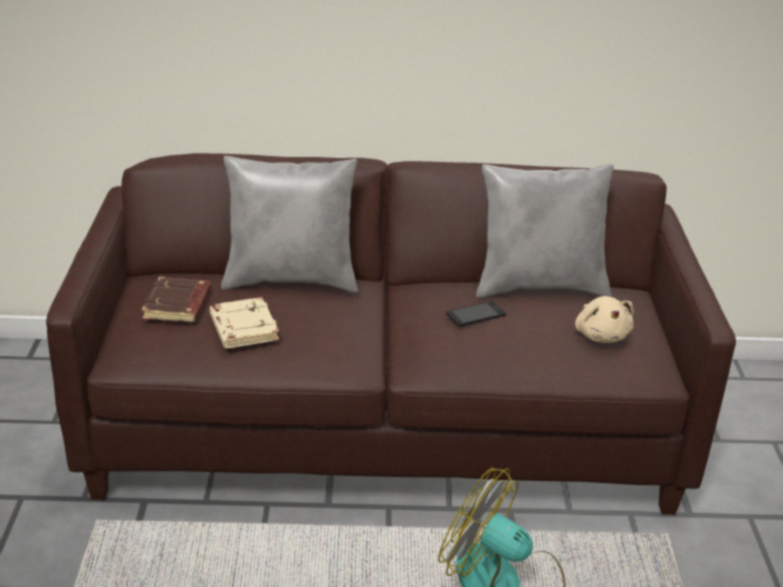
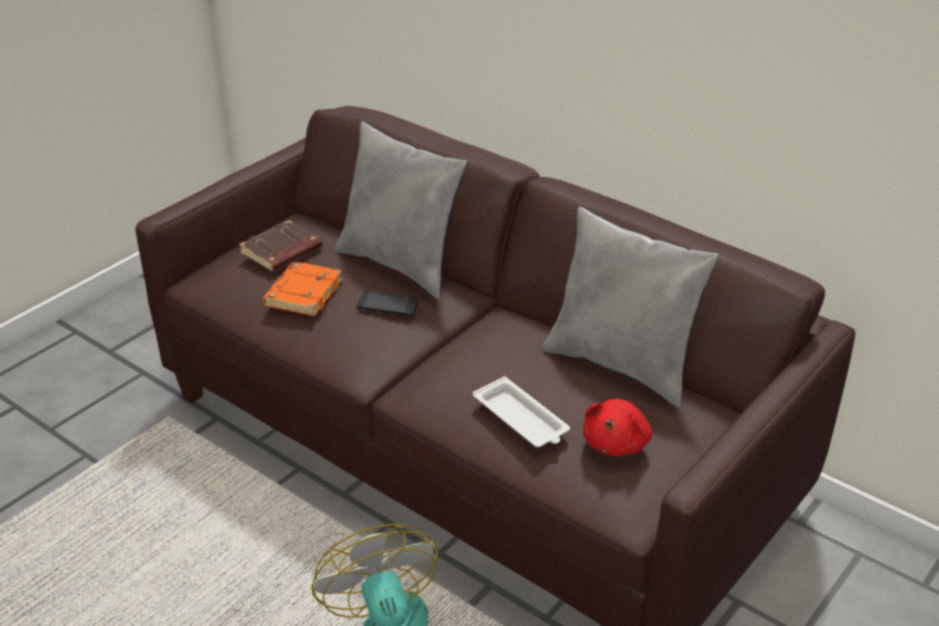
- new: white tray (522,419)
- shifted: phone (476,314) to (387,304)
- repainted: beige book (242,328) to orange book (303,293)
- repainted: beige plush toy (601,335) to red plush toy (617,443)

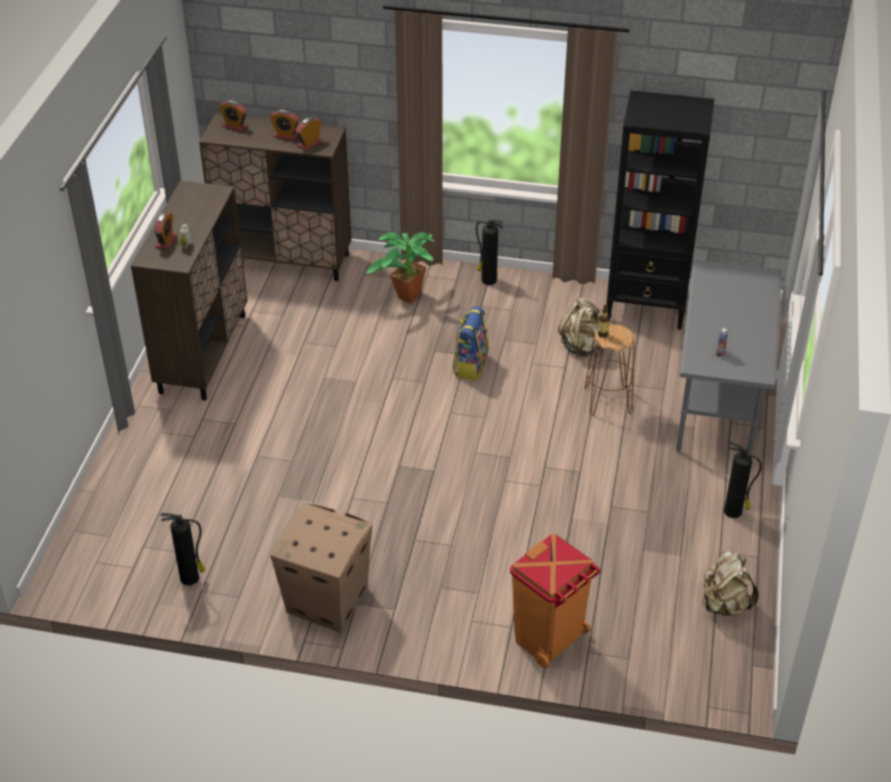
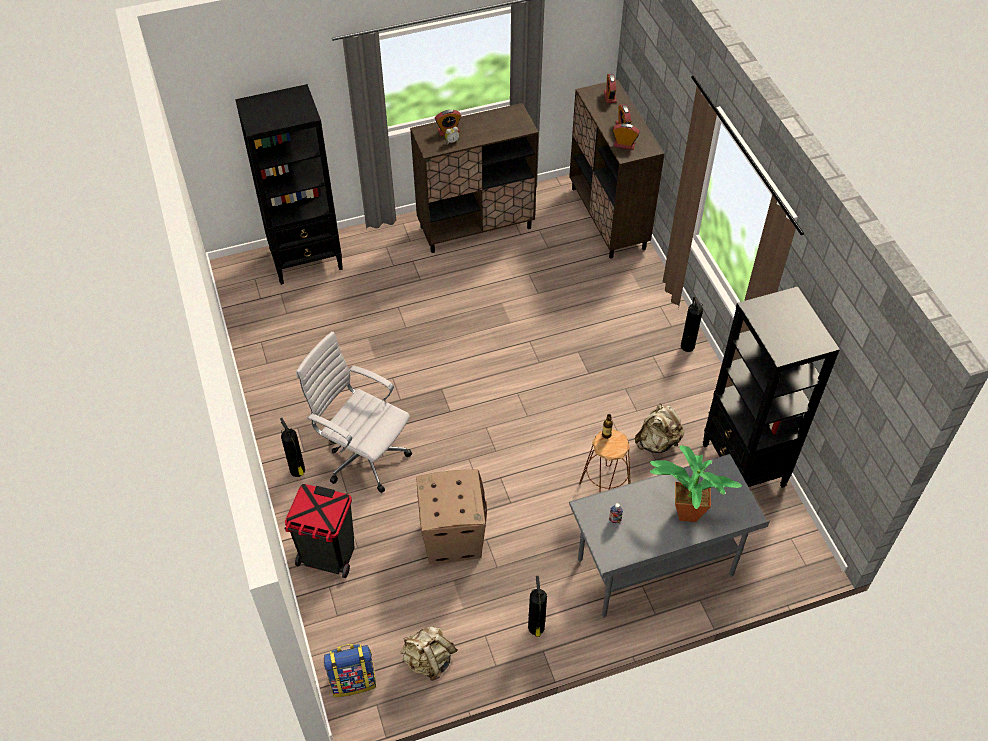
- new: black bookcase (307,260)
- new: white office chair (363,456)
- shifted: fire extinguisher (191,578) to (298,471)
- shifted: cardboard box (326,599) to (453,538)
- shifted: potted plant (404,298) to (683,511)
- shifted: backpack (470,365) to (353,680)
- repainted: orange trash can (549,638) to black trash can (328,556)

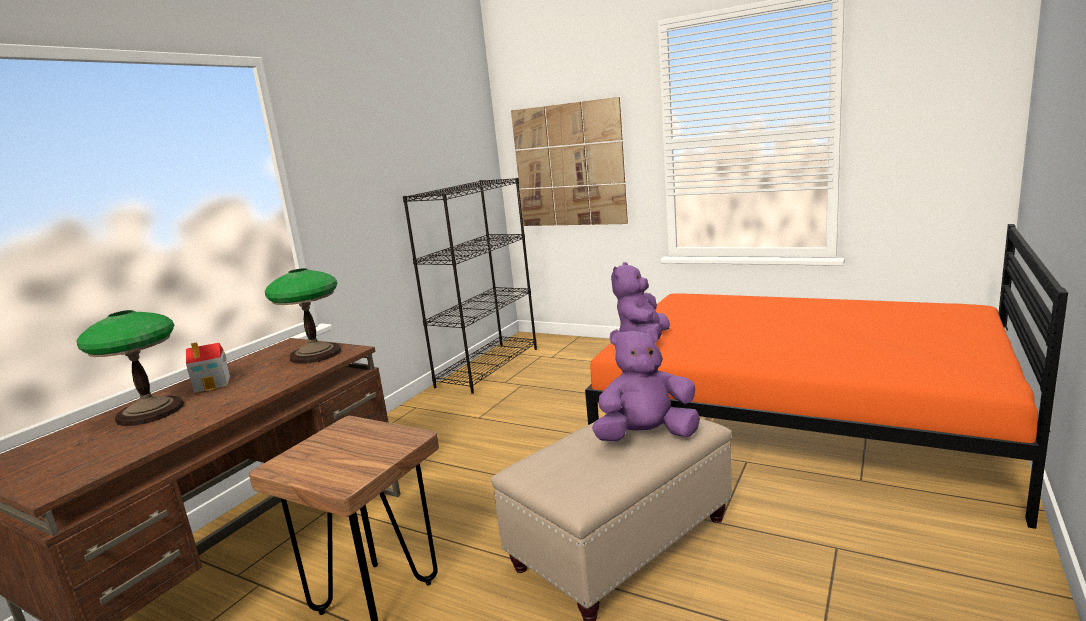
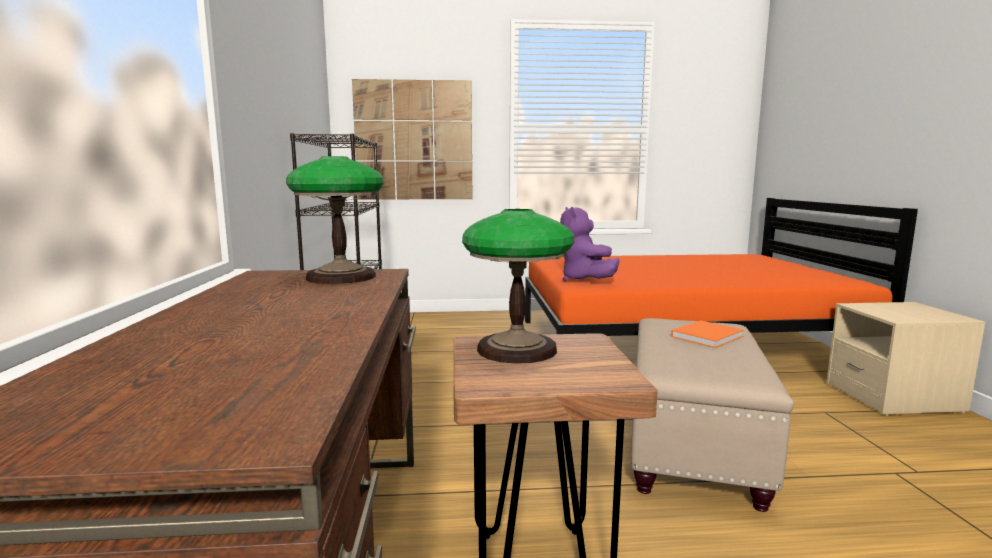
- gone: toy house (213,384)
- new: beige nightstand (893,398)
- shifted: table lamp (150,412) to (518,349)
- swapped: purple plush toy (646,436) to orange book (708,336)

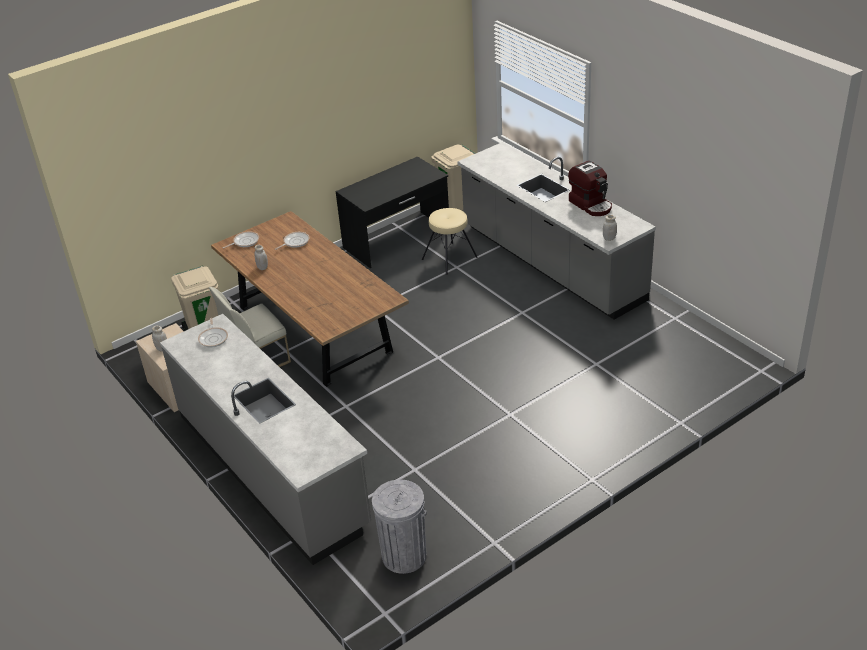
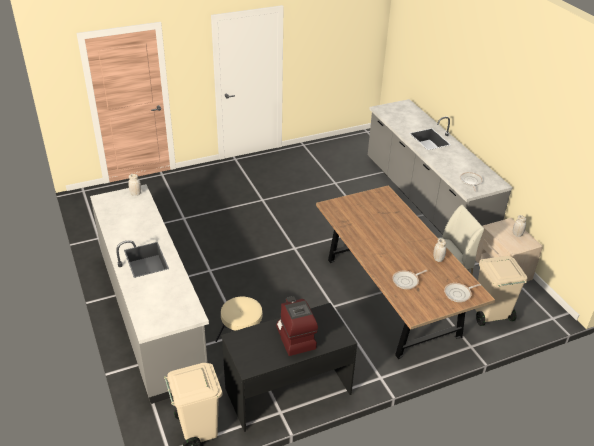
- gone: grey trash can (404,556)
- shifted: coffee machine (591,204) to (294,337)

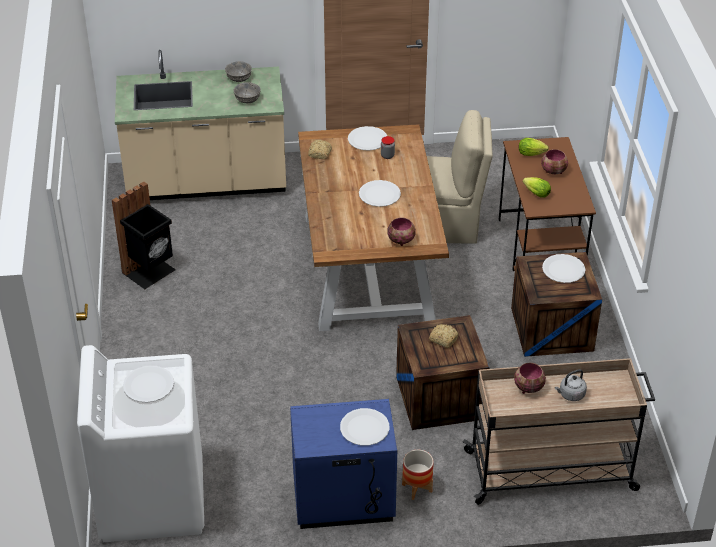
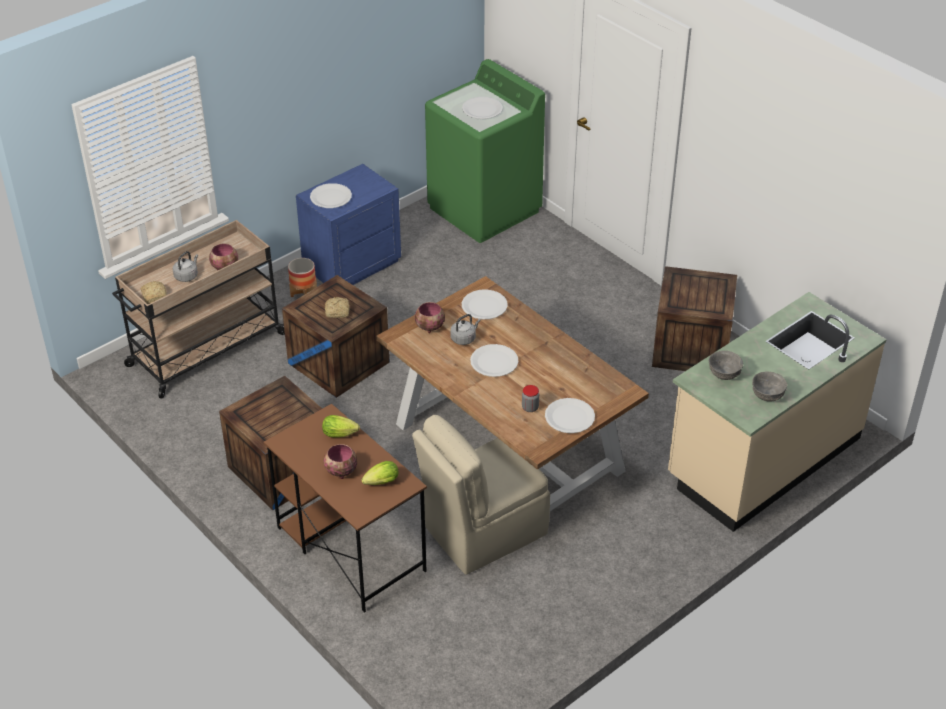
- new: grey kettle (464,338)
- shifted: bread (319,154) to (155,296)
- shifted: white plate (563,269) to (484,306)
- swapped: black trash can (150,272) to crate (690,348)
- repainted: white washing machine (151,499) to green washing machine (484,210)

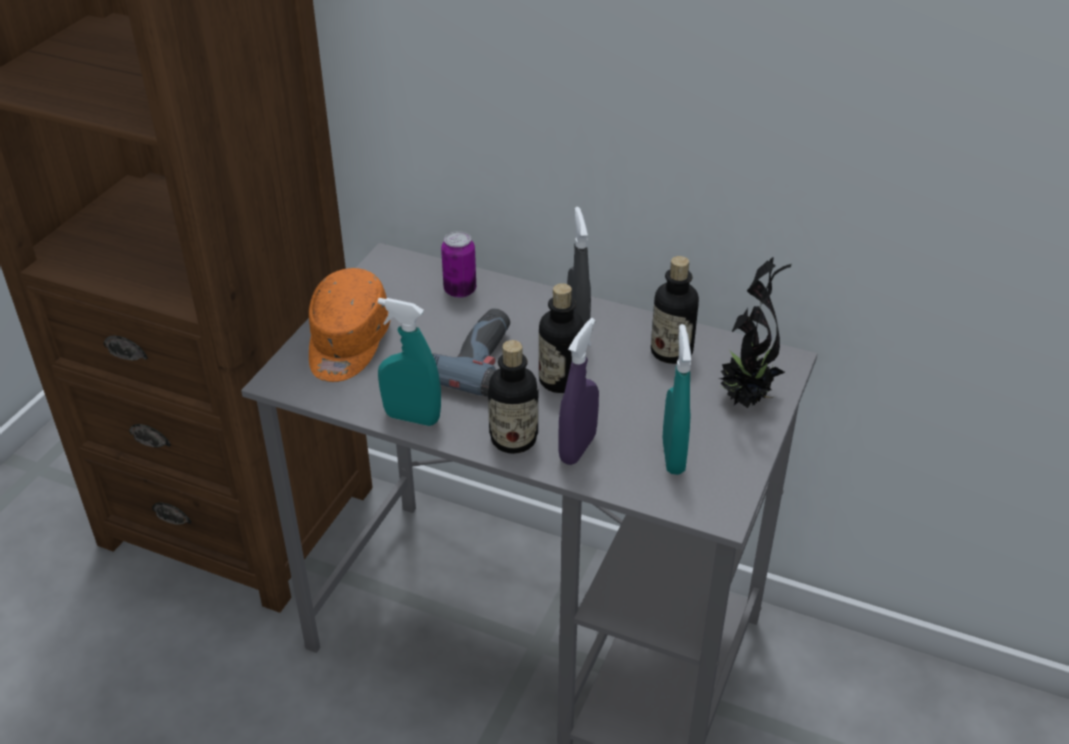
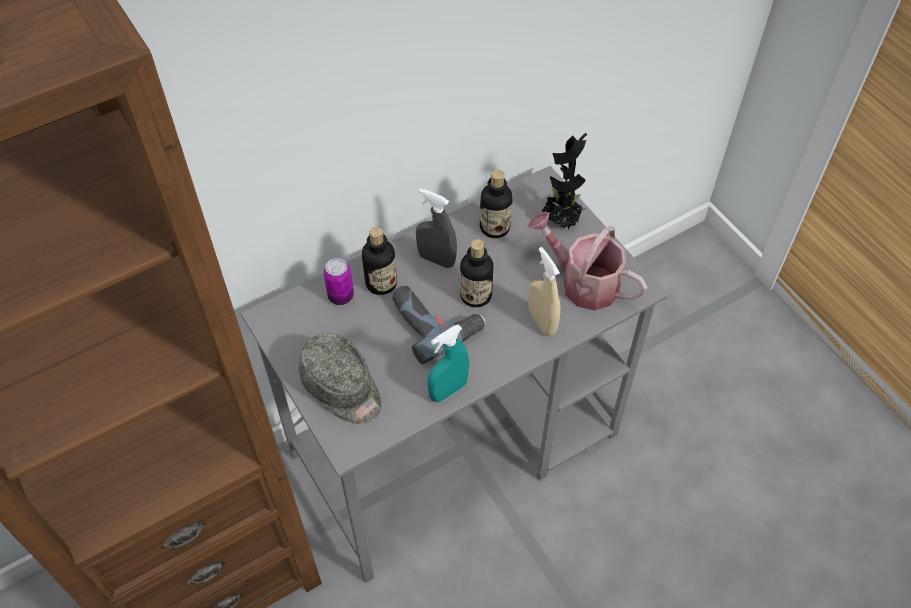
- shifted: bottle (513,439) to (381,283)
- swapped: turquoise spray bottle (673,456) to watering can (582,282)
- repainted: orange cap (347,344) to grey cap (342,388)
- repainted: purple spray bottle (577,448) to beige spray bottle (542,322)

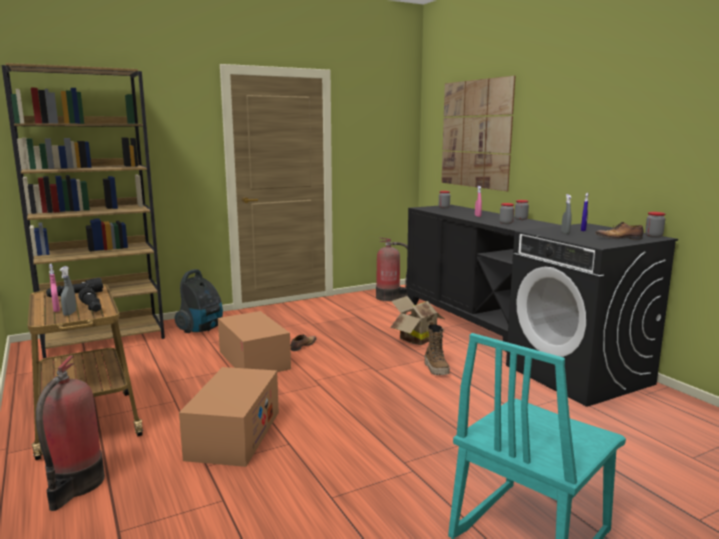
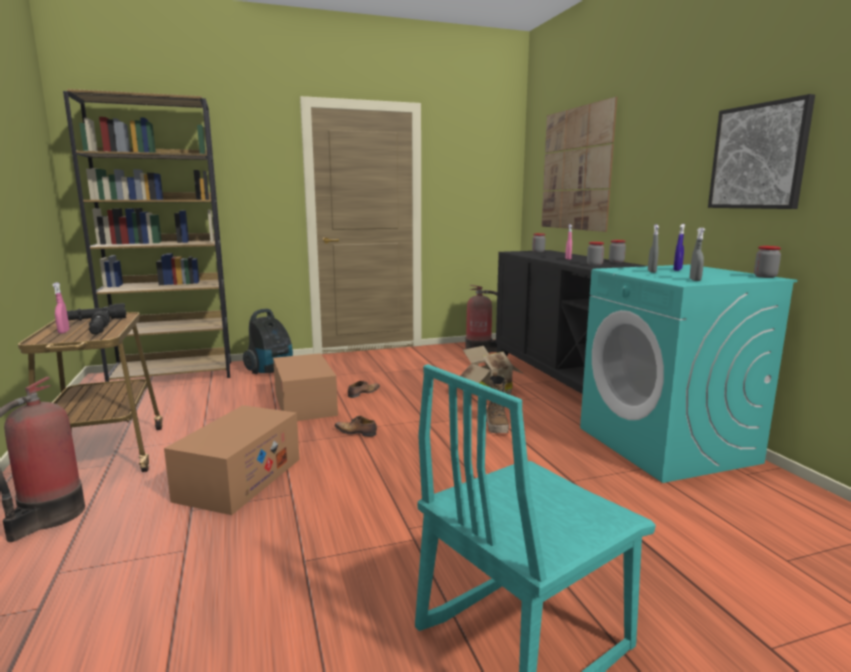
- new: picture (758,157)
- shifted: grey spray bottle (70,313) to (695,280)
- shifted: shoe (619,238) to (356,432)
- repainted: black washing machine (579,375) to turquoise washing machine (667,445)

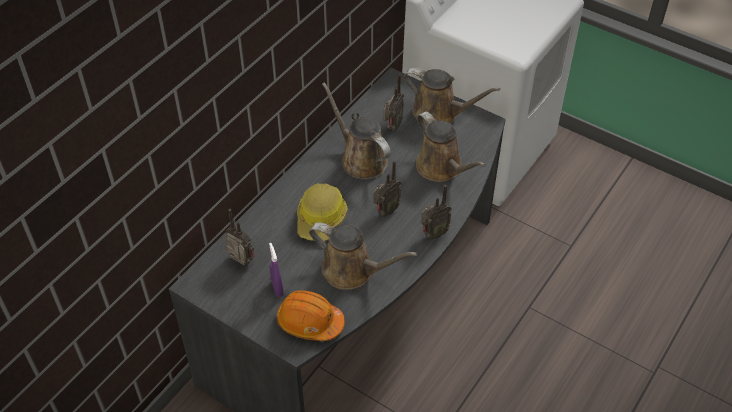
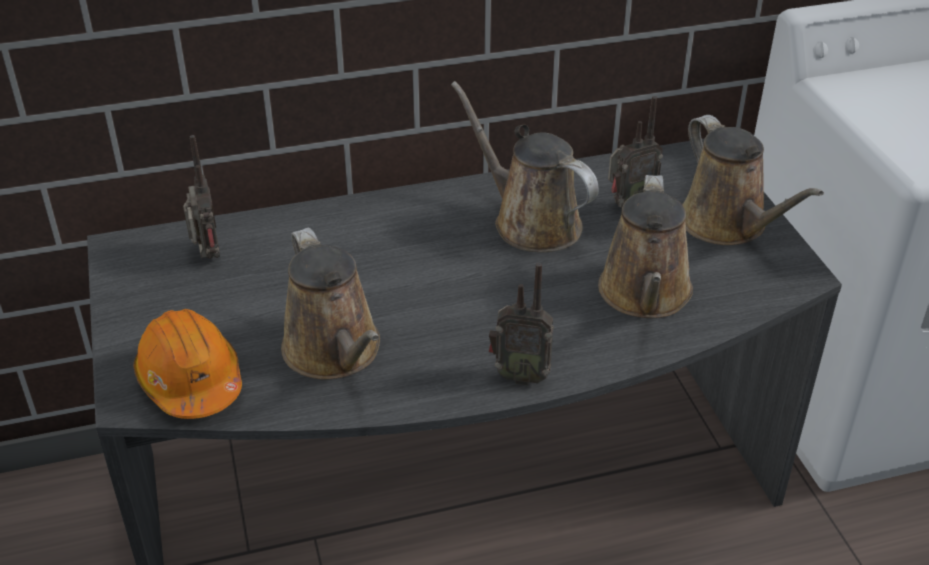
- gone: purple spray bottle (277,288)
- gone: hard hat (321,219)
- gone: radio (385,211)
- rotated: brown watering can (361,159) = (530,222) 45 degrees counterclockwise

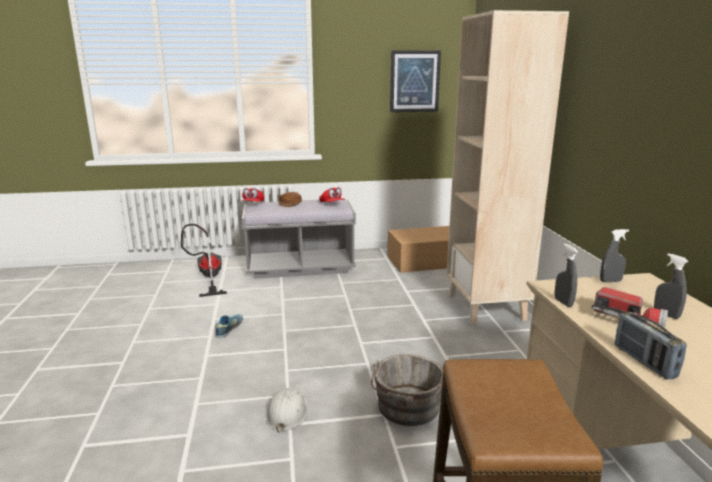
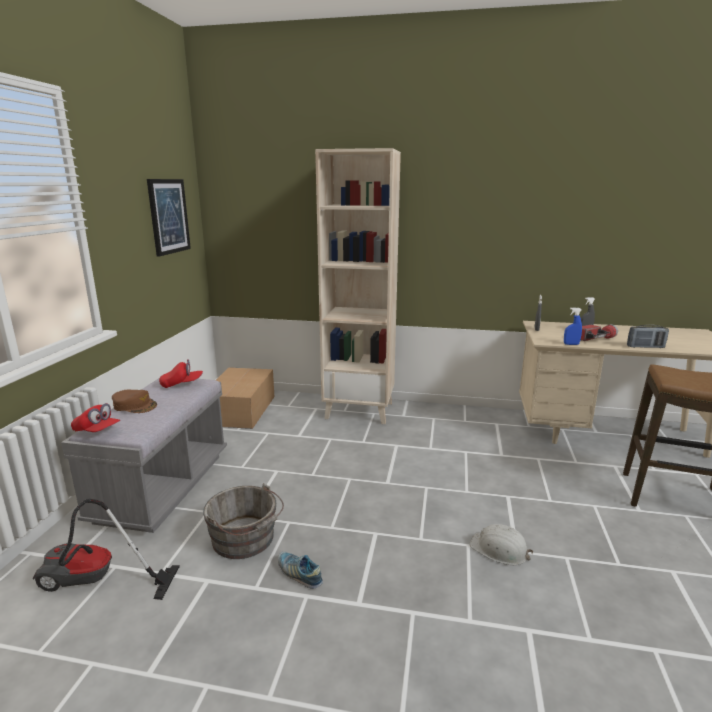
- shifted: grey bucket (407,409) to (246,540)
- repainted: grey spray bottle (563,302) to blue spray bottle (571,344)

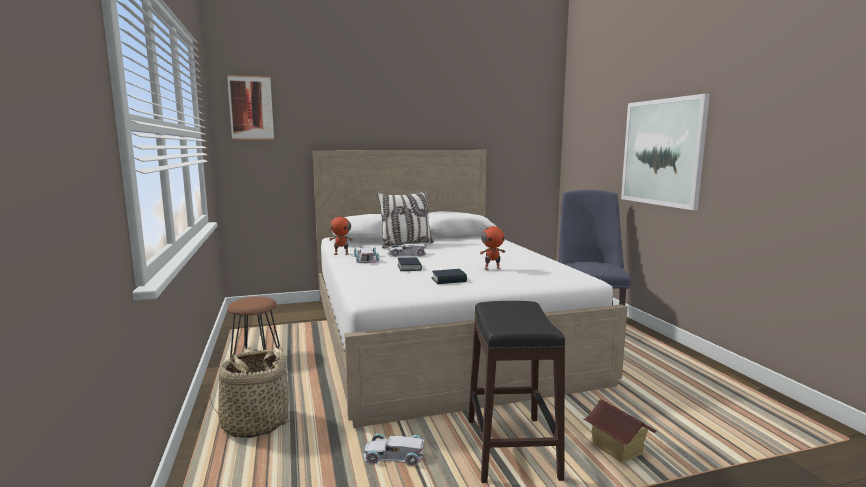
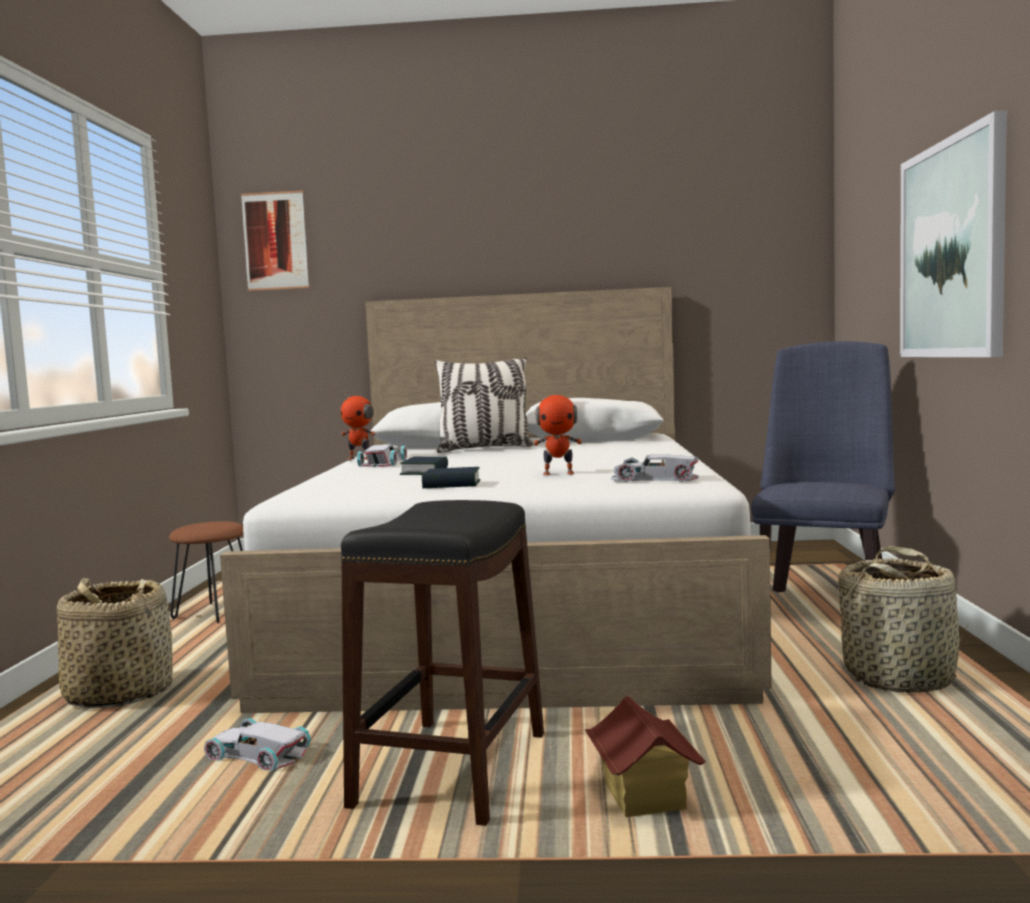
- new: basket (900,677)
- shifted: white toy car (407,254) to (654,478)

